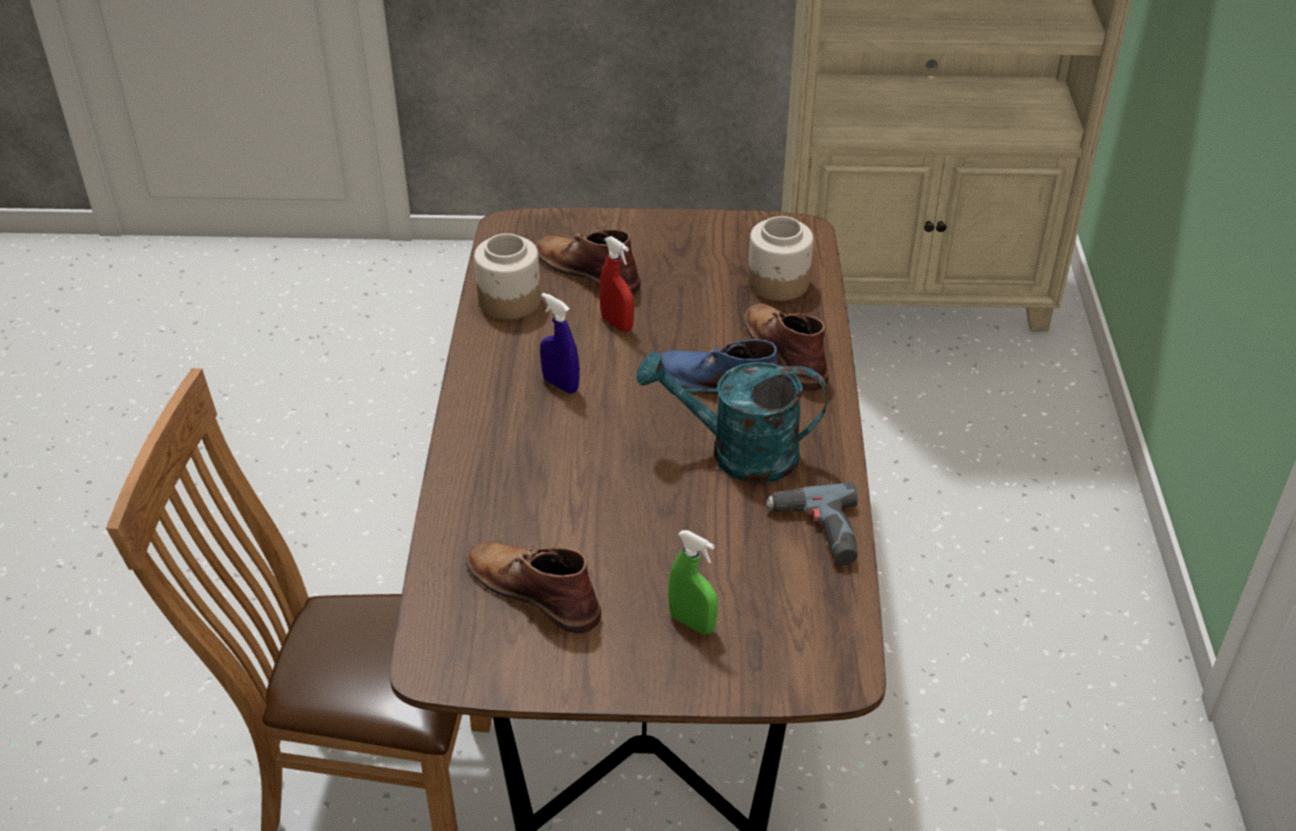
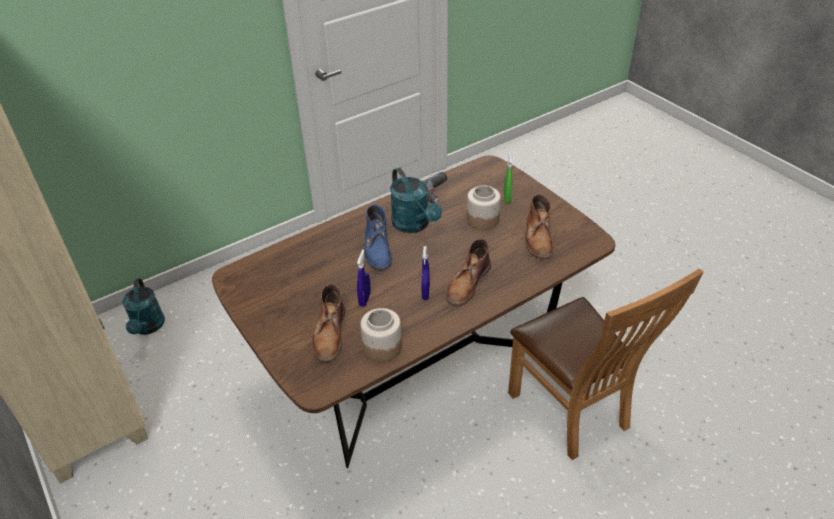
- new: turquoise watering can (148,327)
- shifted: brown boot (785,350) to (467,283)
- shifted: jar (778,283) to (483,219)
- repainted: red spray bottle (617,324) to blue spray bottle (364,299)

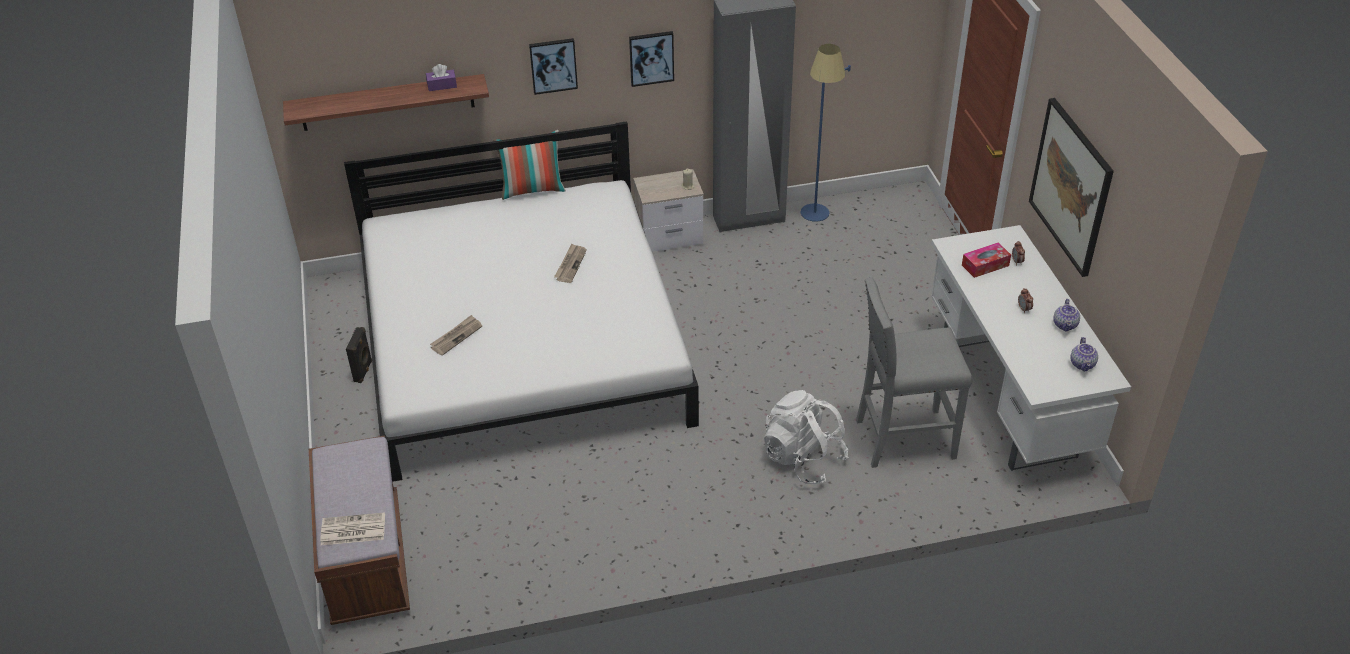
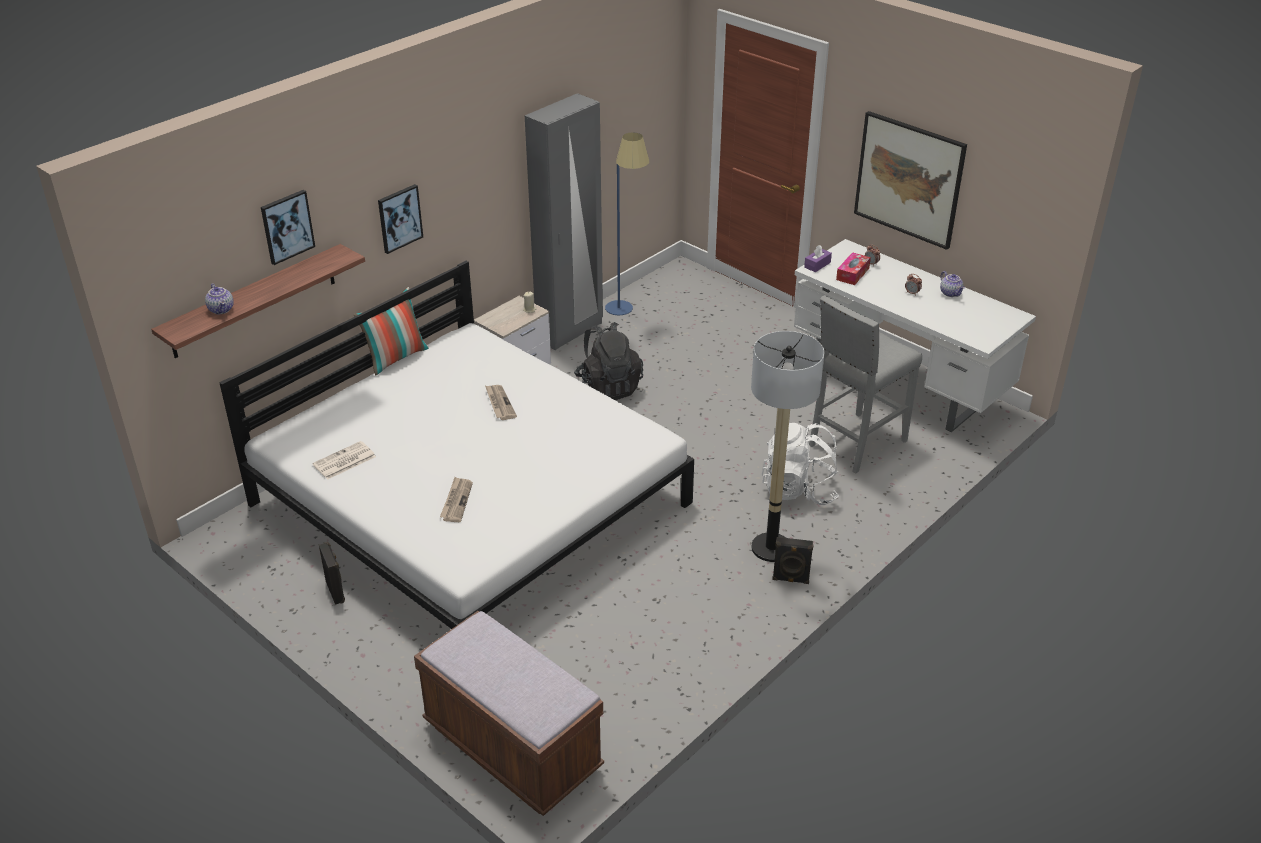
- new: black backpack (609,386)
- new: floor lamp (771,548)
- new: black speaker (790,580)
- shifted: newspaper (352,530) to (344,461)
- shifted: purple tissue box (442,85) to (817,265)
- shifted: picture (651,58) to (287,226)
- shifted: teapot (1083,364) to (222,309)

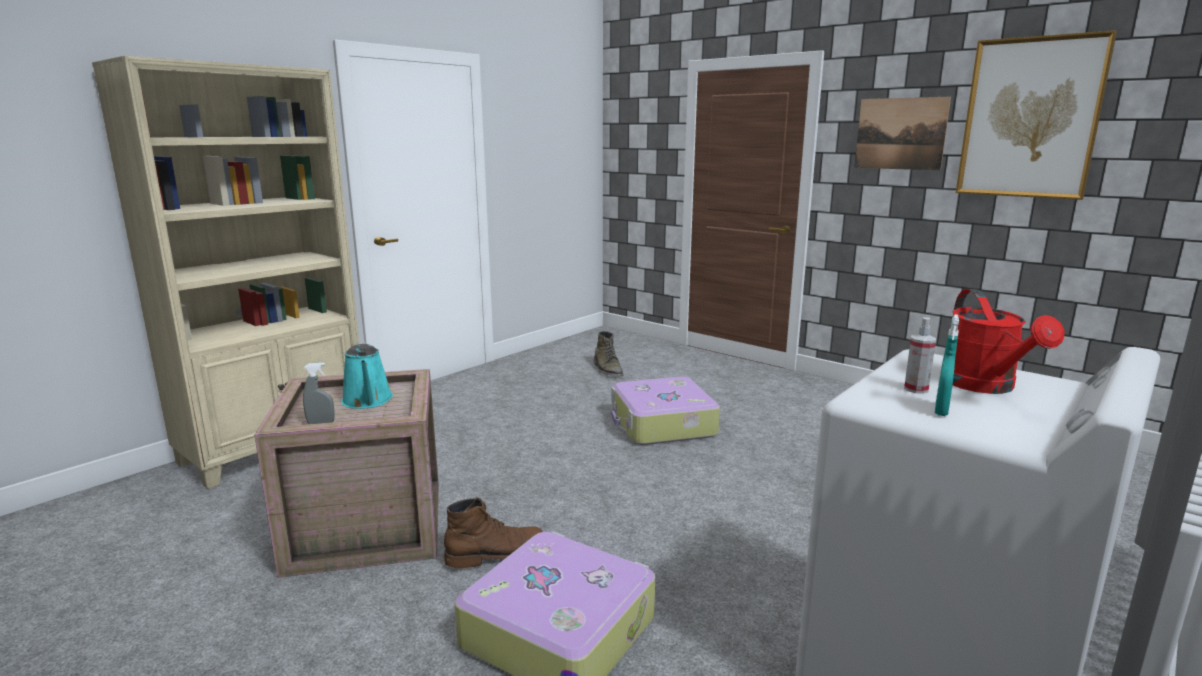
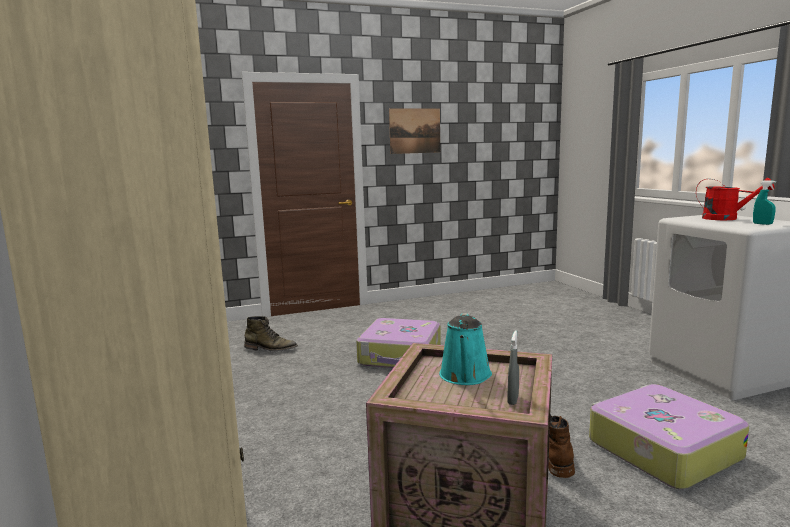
- gone: spray bottle (916,389)
- gone: picture (1030,118)
- rotated: turquoise watering can (368,401) = (465,376) 90 degrees clockwise

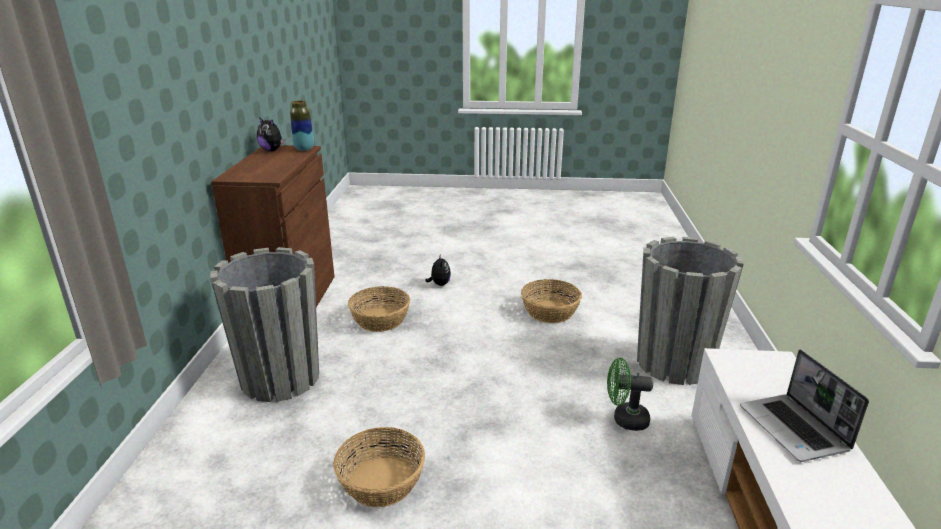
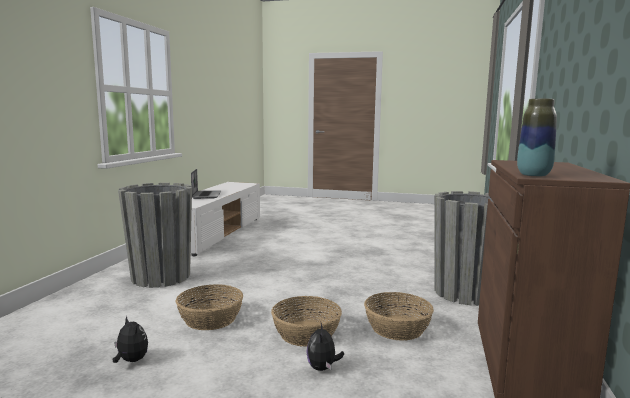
- gone: green fan (624,419)
- shifted: plush toy (272,150) to (131,360)
- shifted: basket (381,482) to (306,333)

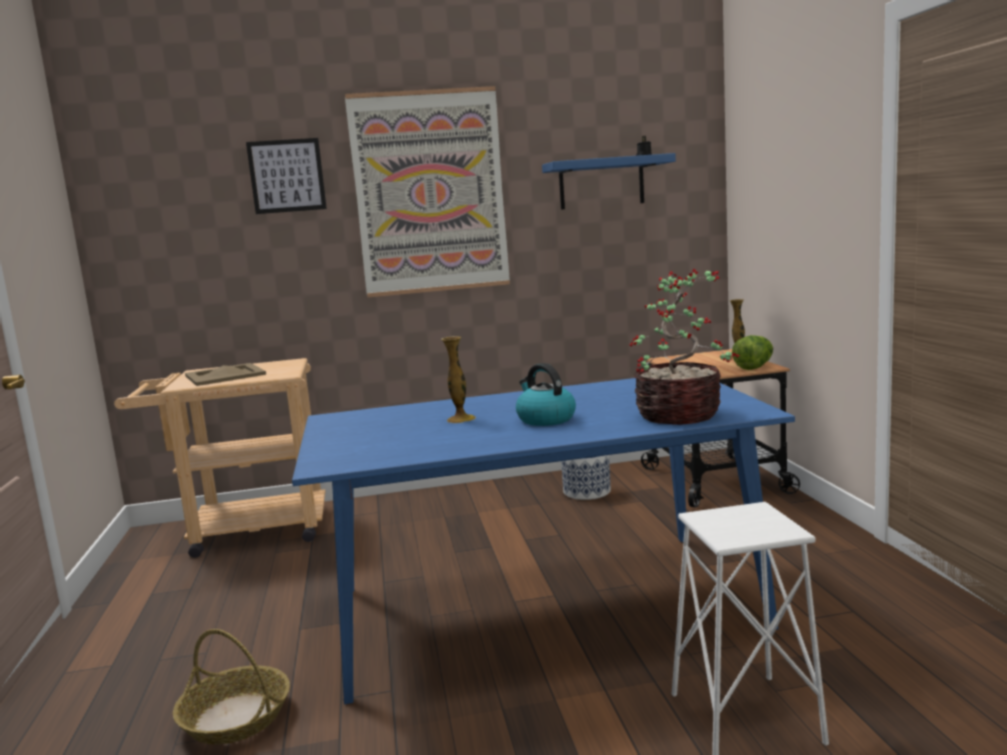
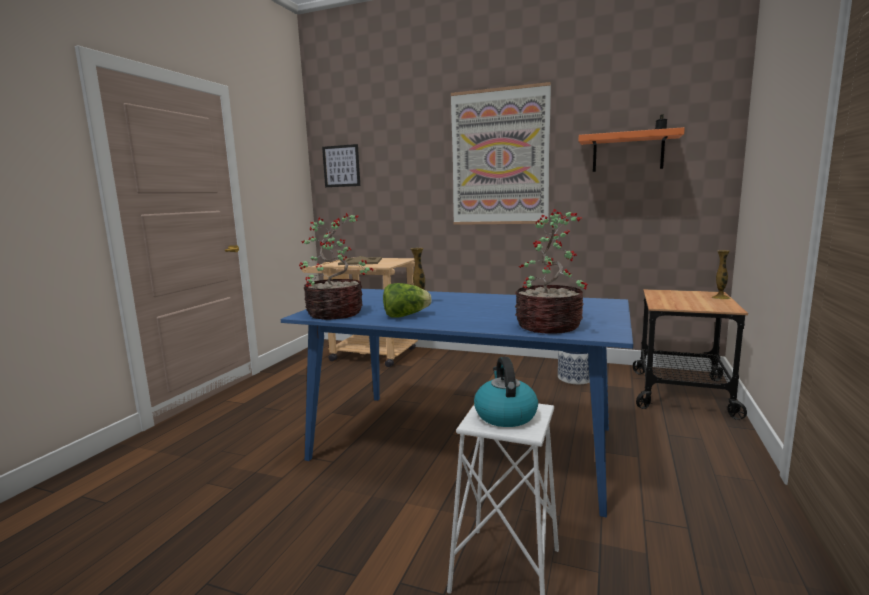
- gone: basket (236,717)
- new: potted plant (337,313)
- shifted: picture (287,176) to (341,166)
- shifted: kettle (545,419) to (505,415)
- shifted: lettuce (754,367) to (405,316)
- repainted: blue shelf (601,183) to orange shelf (627,152)

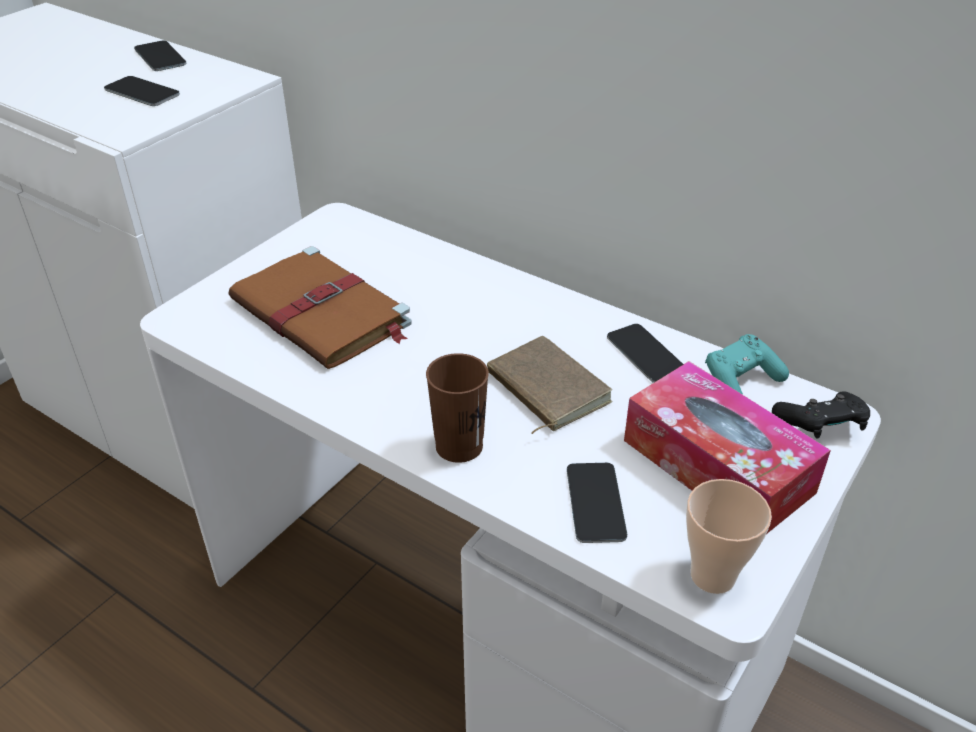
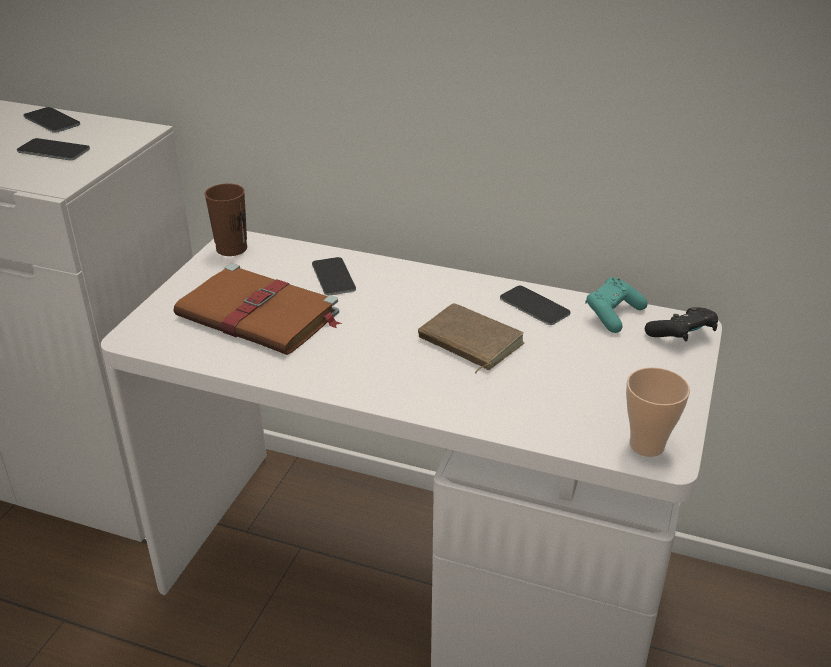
- gone: tissue box (717,466)
- shifted: brown cup (459,446) to (231,248)
- shifted: phone (595,502) to (333,277)

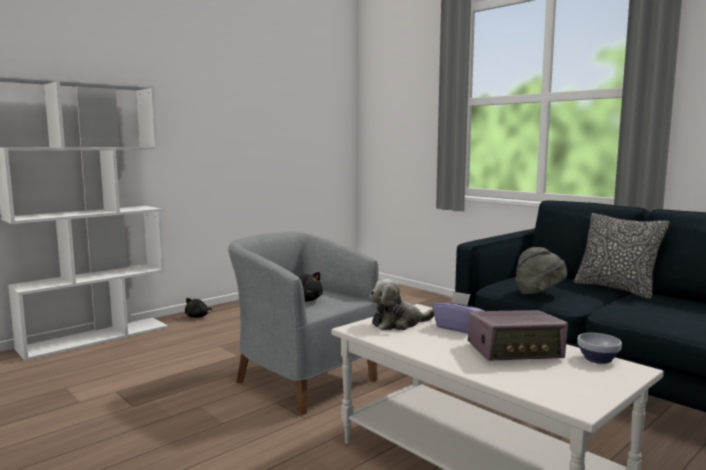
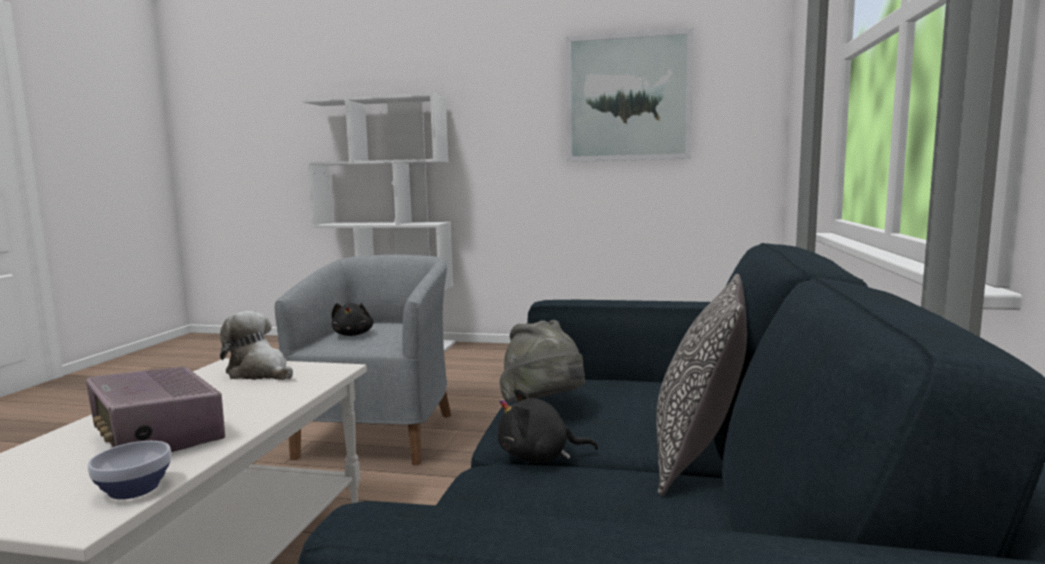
- gone: purple tissue box (458,328)
- new: picture (628,97)
- shifted: black plush toy (198,316) to (539,457)

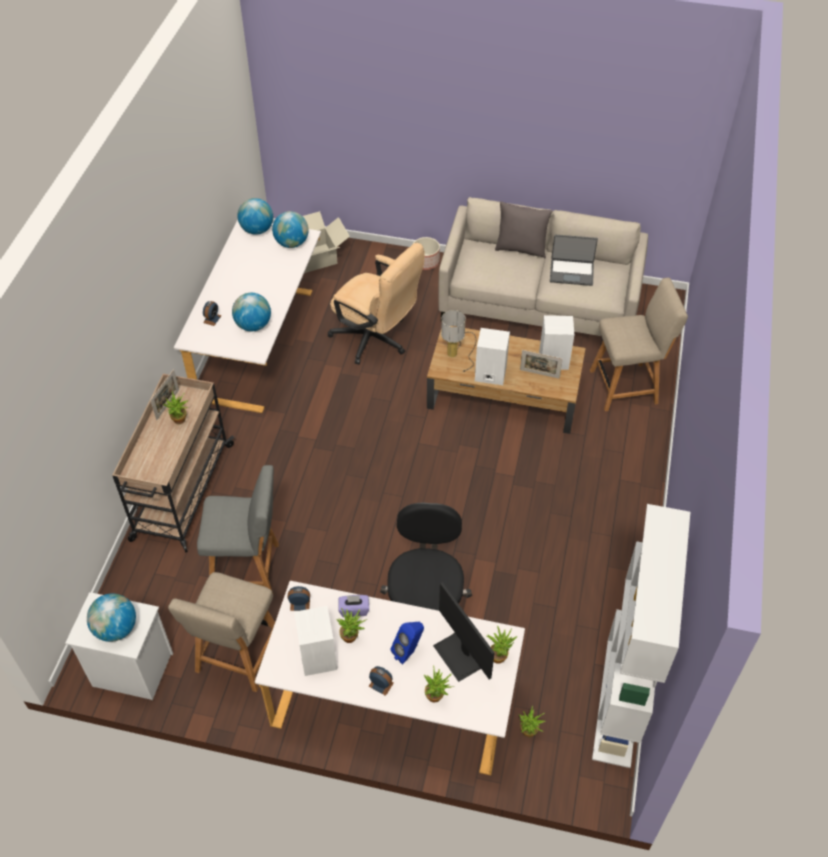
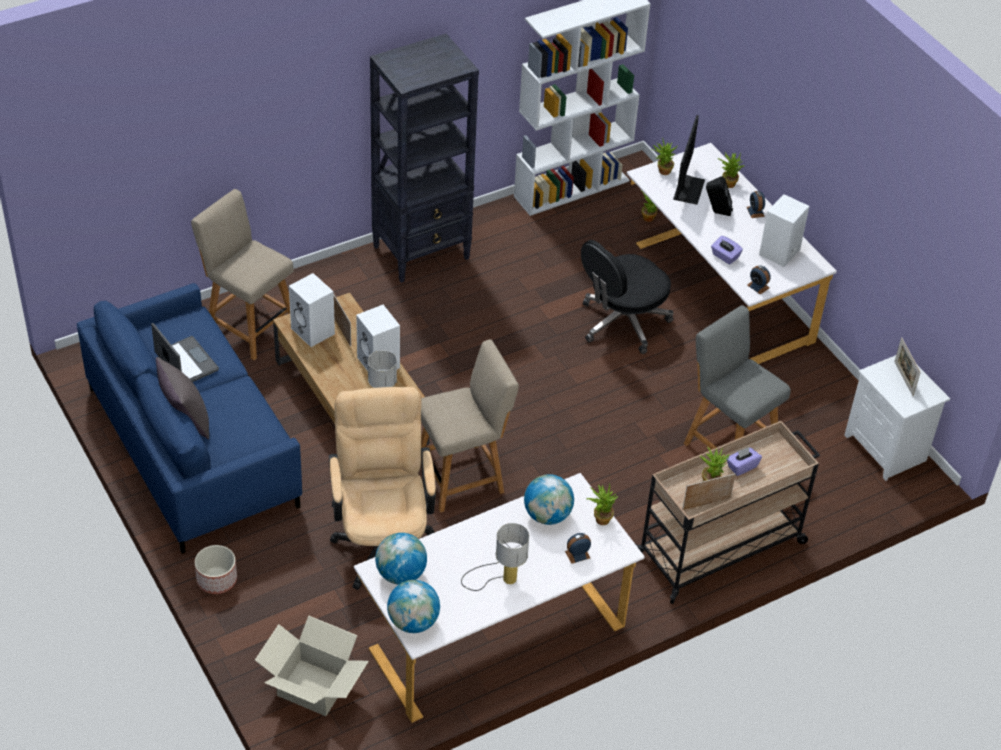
- new: black bookcase (422,252)
- new: table lamp (501,575)
- new: purple tissue box (742,466)
- shifted: beige chair (237,657) to (463,476)
- shifted: potted plant (352,637) to (600,518)
- swapped: globe (116,629) to picture frame (903,379)
- repainted: blue speaker (408,652) to black speaker (717,212)
- repainted: beige sofa (539,304) to blue sofa (193,445)

